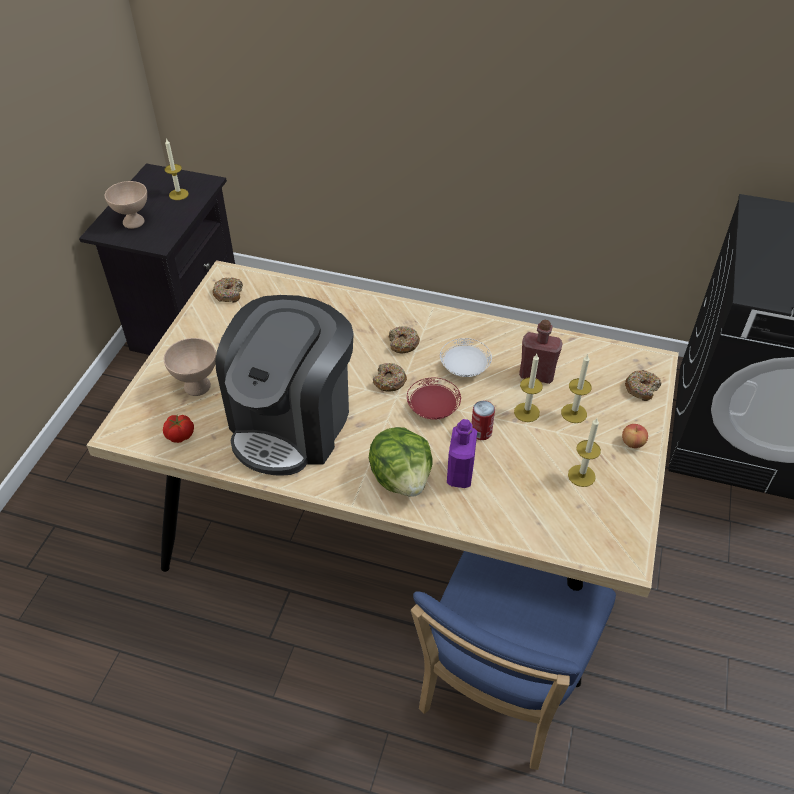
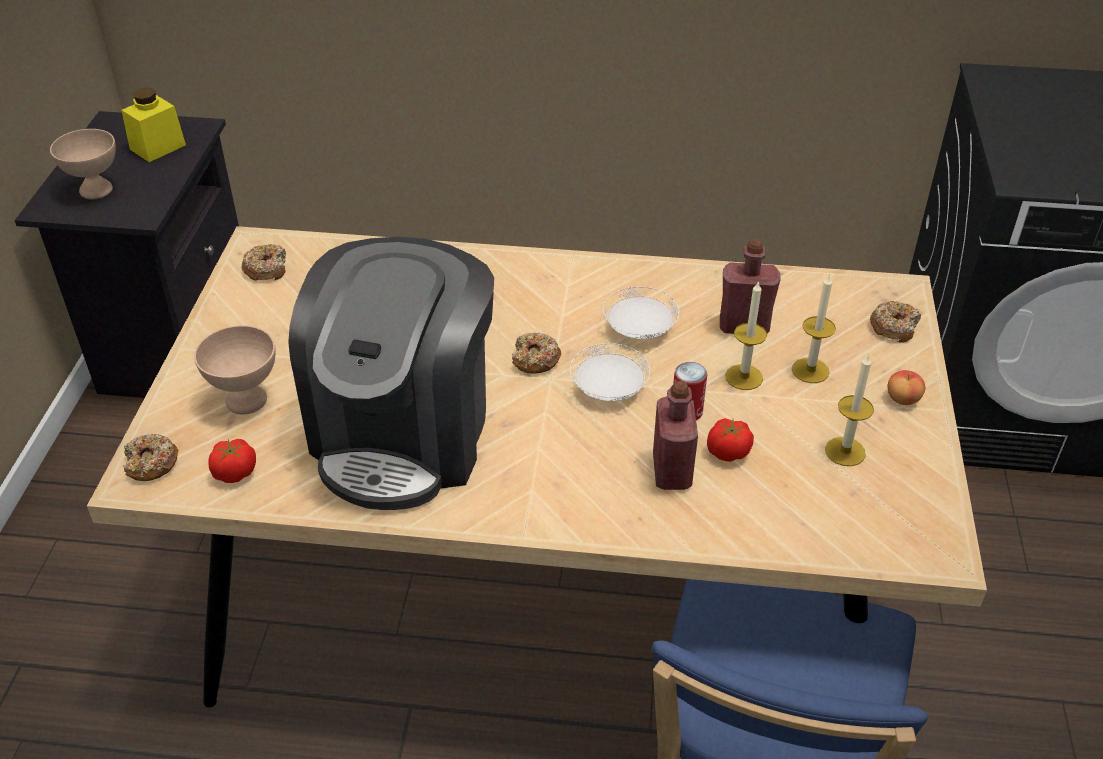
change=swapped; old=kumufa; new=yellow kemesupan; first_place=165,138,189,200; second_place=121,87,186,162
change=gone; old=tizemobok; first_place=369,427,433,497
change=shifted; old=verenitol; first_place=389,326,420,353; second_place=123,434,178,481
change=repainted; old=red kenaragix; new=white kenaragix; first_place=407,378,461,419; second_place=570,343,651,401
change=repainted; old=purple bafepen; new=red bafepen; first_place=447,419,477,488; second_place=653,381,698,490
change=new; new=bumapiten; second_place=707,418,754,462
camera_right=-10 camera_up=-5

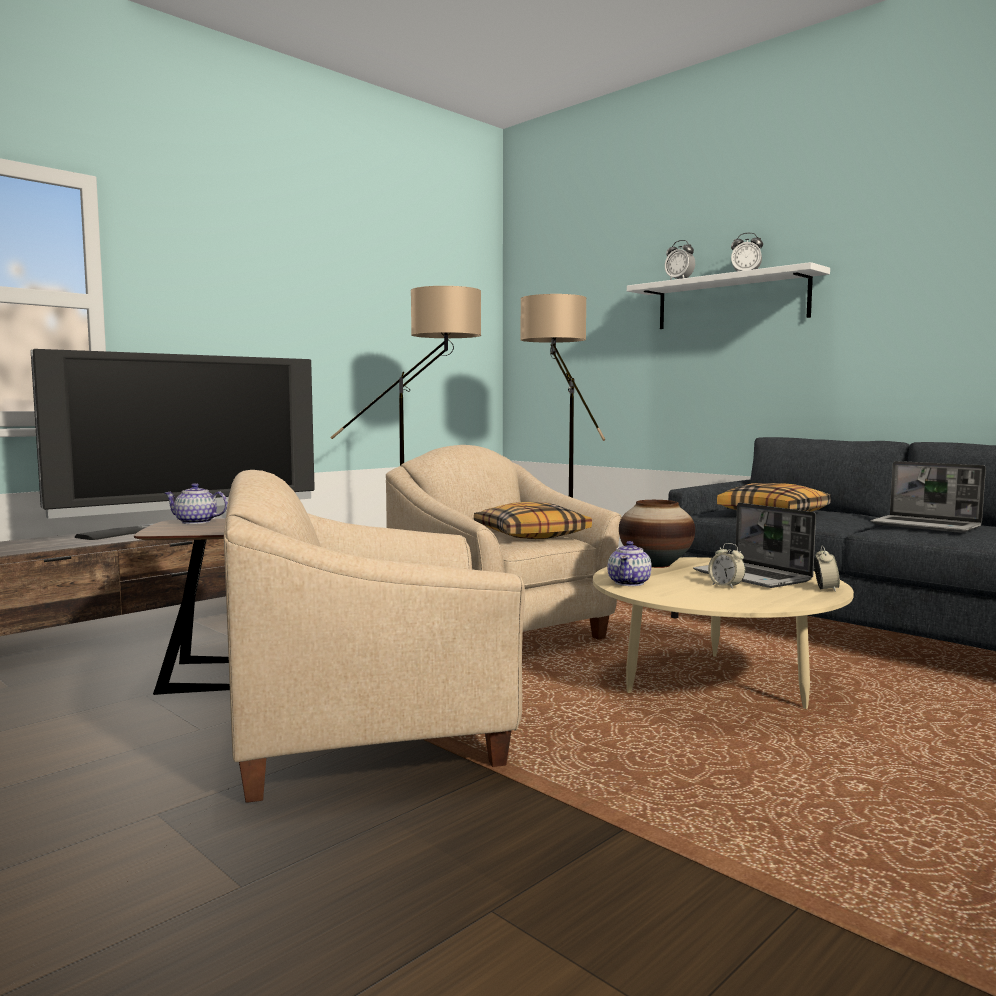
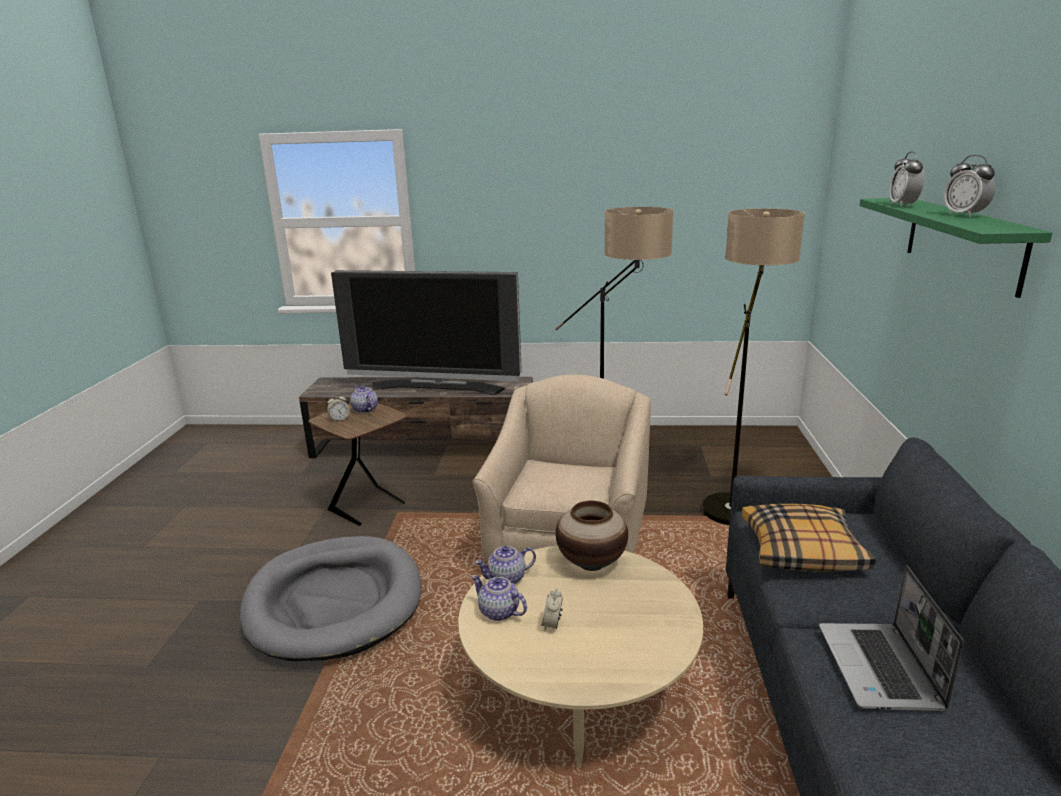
change=swapped; old=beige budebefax; new=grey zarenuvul; first_place=224,470,525,803; second_place=240,536,421,661
change=gone; old=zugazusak; first_place=474,502,592,539
change=repainted; old=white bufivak; new=green bufivak; first_place=627,262,830,329; second_place=859,198,1052,298
change=gone; old=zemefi; first_place=693,503,816,588
change=shifted; old=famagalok; first_place=814,545,840,592; second_place=327,393,350,421
change=new; new=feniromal; second_place=471,575,527,621
camera_right=50 camera_up=15

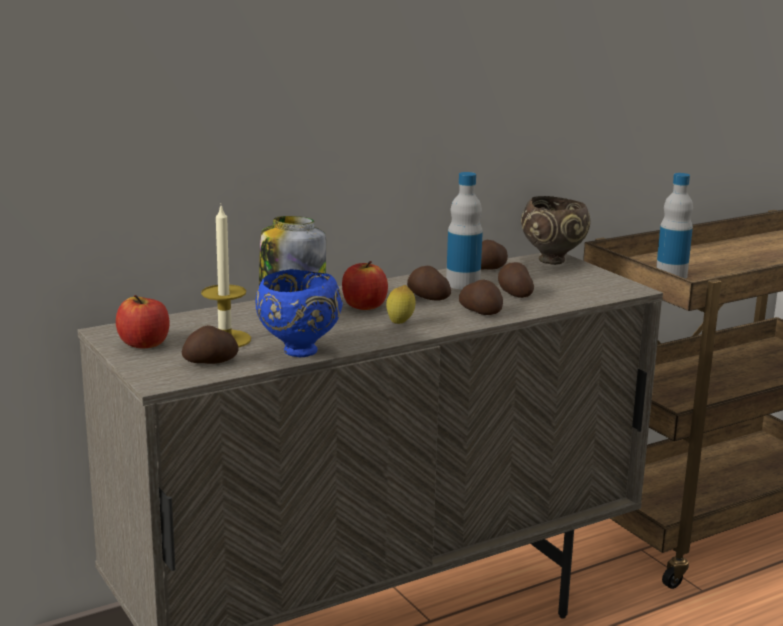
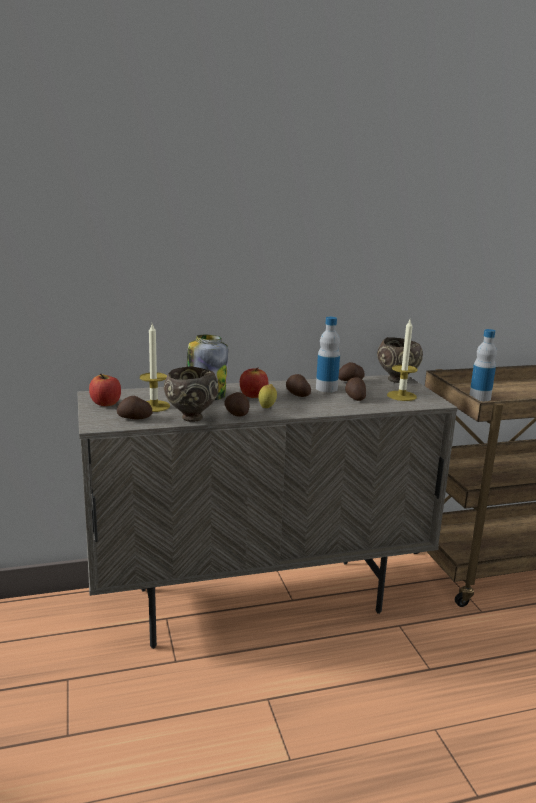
change=repainted; old=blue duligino; new=brown duligino; first_place=255,269,343,357; second_place=164,367,219,422
change=shifted; old=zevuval; first_place=459,279,503,315; second_place=224,392,249,417
change=new; new=kumufa; second_place=387,320,417,401
camera_right=15 camera_up=0

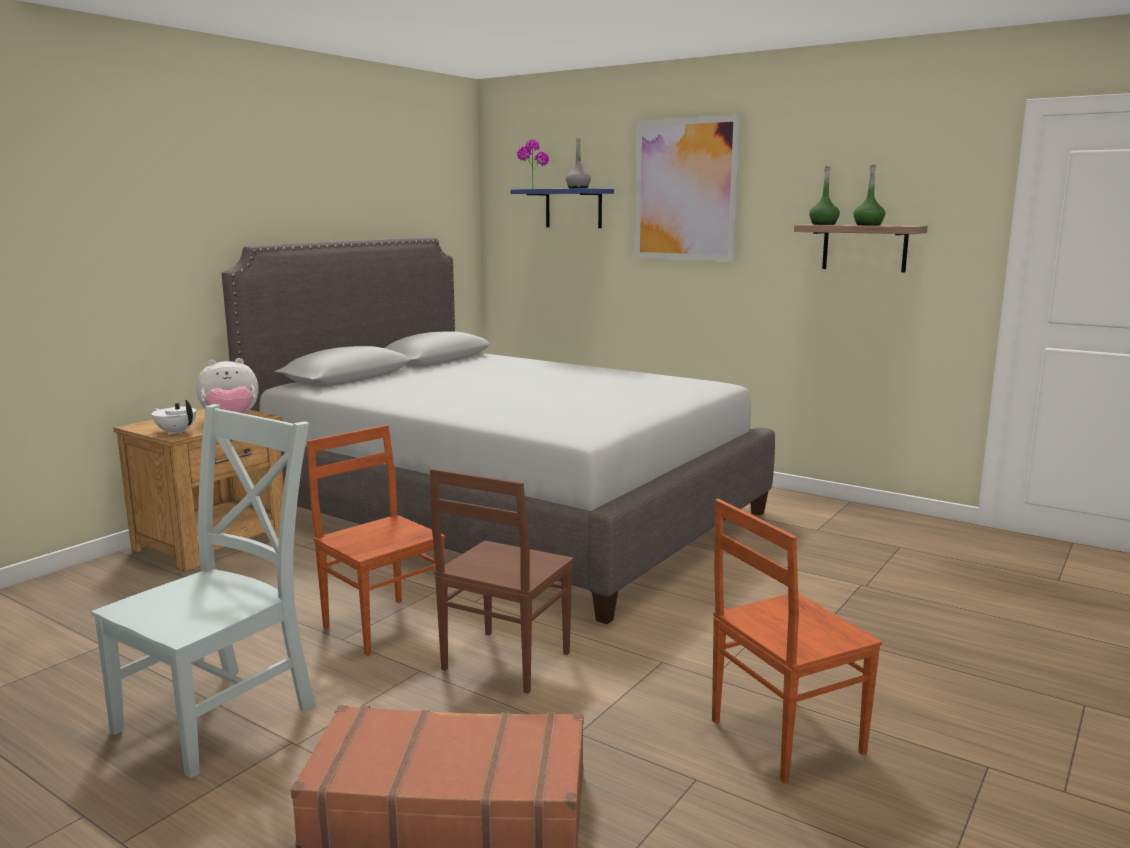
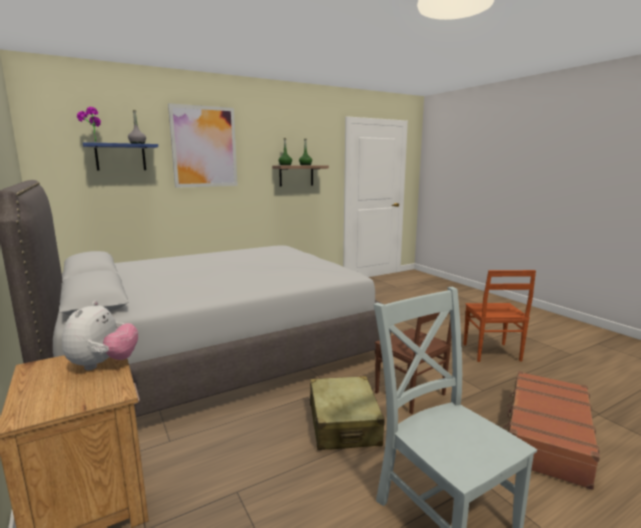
change=gone; old=white feniromal; first_place=152,400,196,435
change=swapped; old=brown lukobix; new=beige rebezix; first_place=307,425,445,656; second_place=310,376,385,450
camera_right=-65 camera_up=0

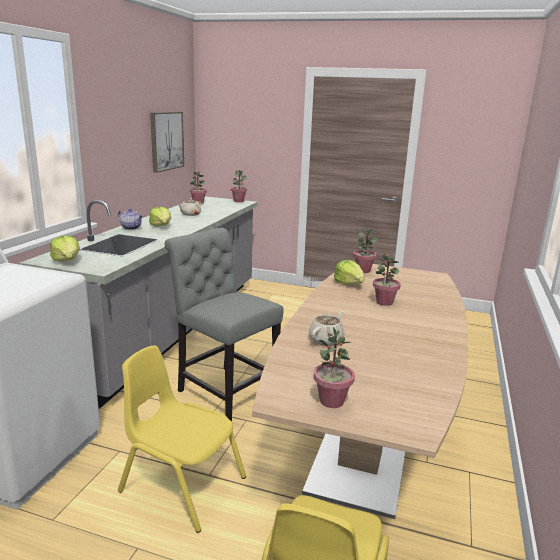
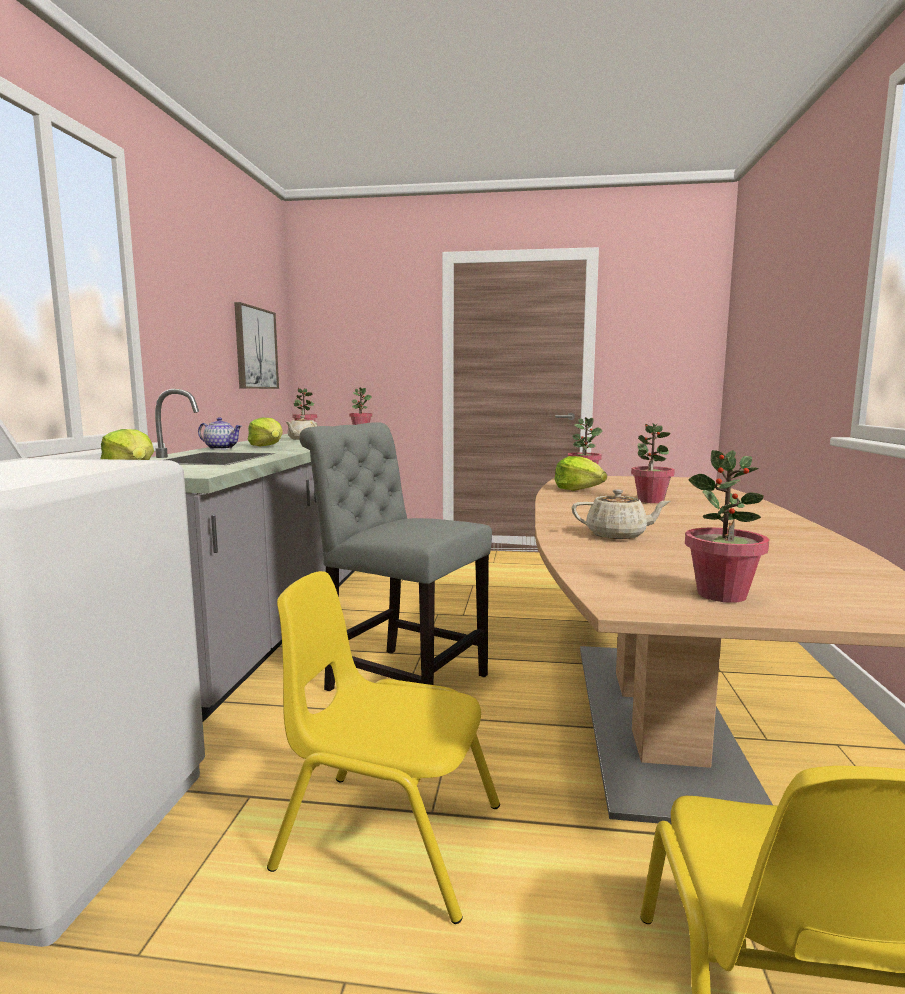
change=rotated; old=beige feniromal; first_place=309,311,344,346; second_place=572,489,671,539; degrees=75
camera_right=-10 camera_up=-10

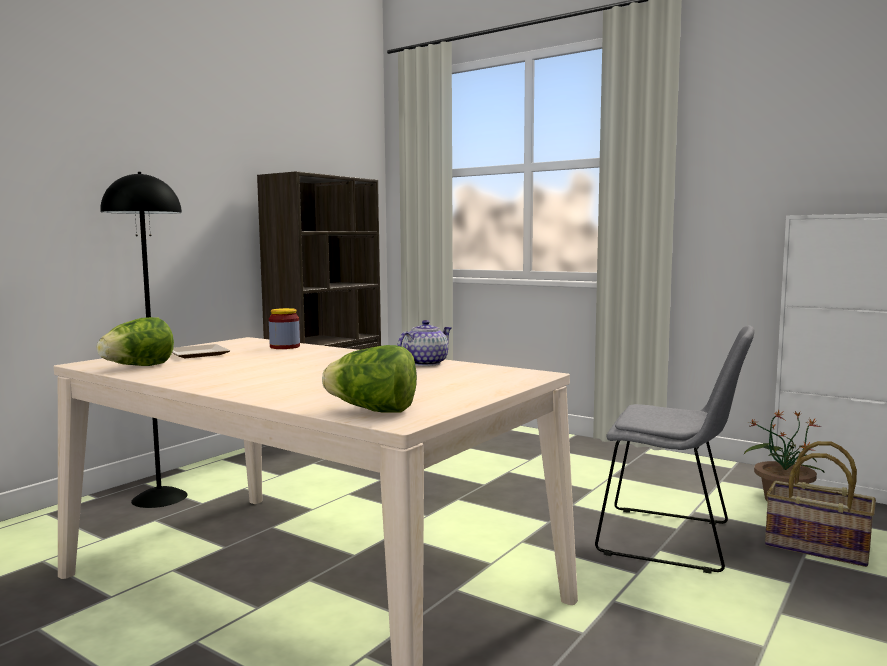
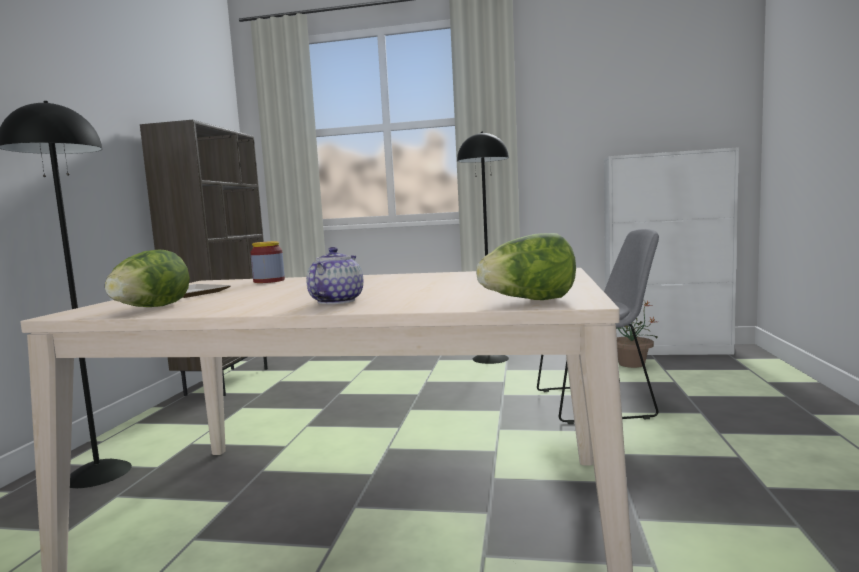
change=shifted; old=feniromal; first_place=397,320,452,366; second_place=306,247,363,304
change=gone; old=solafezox; first_place=765,441,876,567
change=new; new=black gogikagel; second_place=457,132,509,364
camera_right=-25 camera_up=0

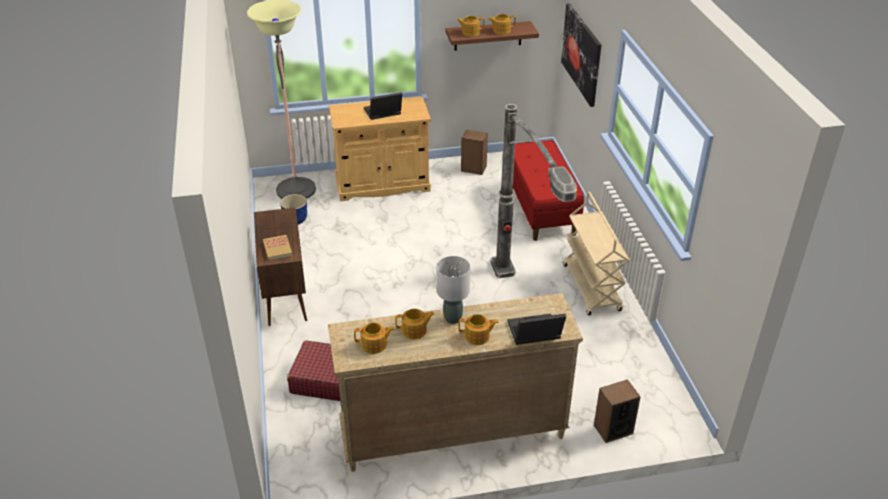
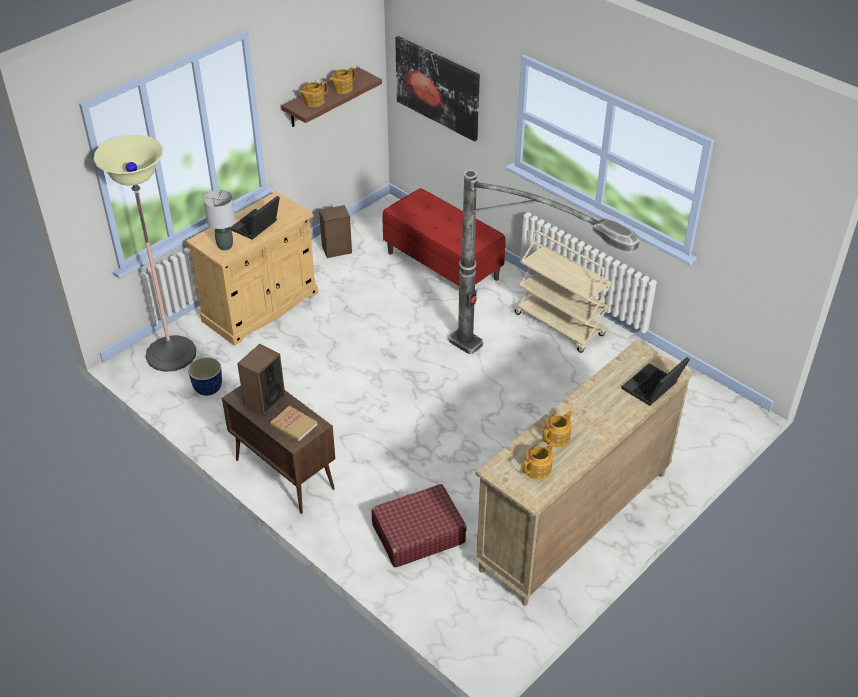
change=shifted; old=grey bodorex; first_place=436,256,470,324; second_place=203,190,236,251
change=gone; old=feniromal; first_place=458,314,499,345
change=shifted; old=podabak; first_place=594,379,641,443; second_place=237,344,285,416
camera_right=-35 camera_up=5

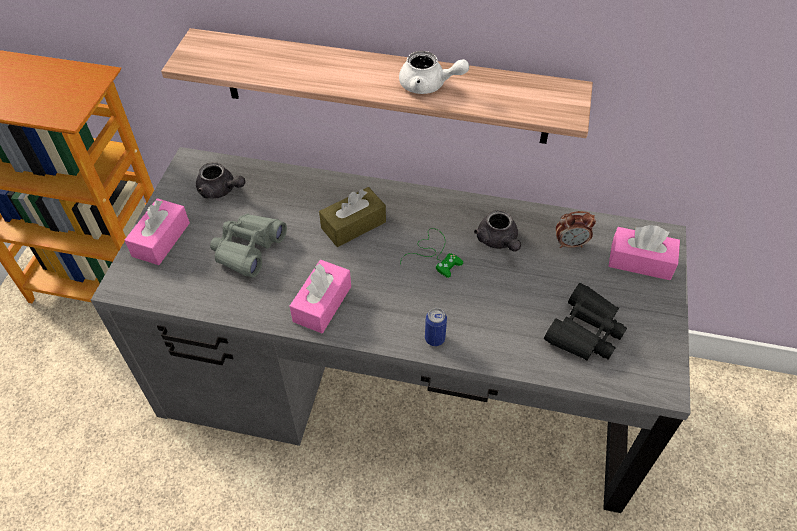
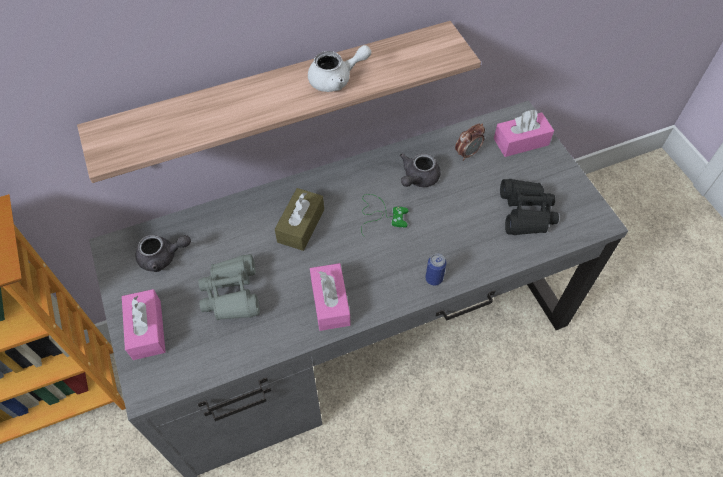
change=rotated; old=grey feniromal; first_place=474,210,521,252; second_place=400,153,441,187; degrees=90
camera_right=-35 camera_up=5

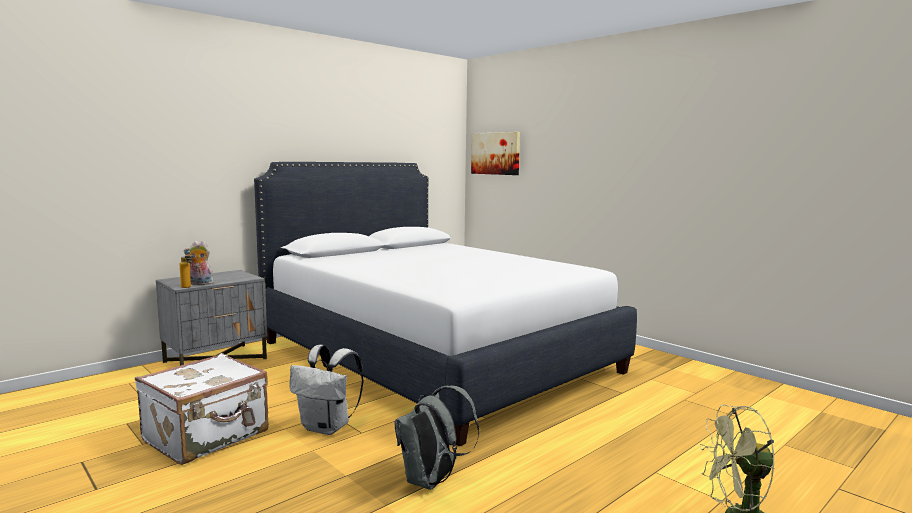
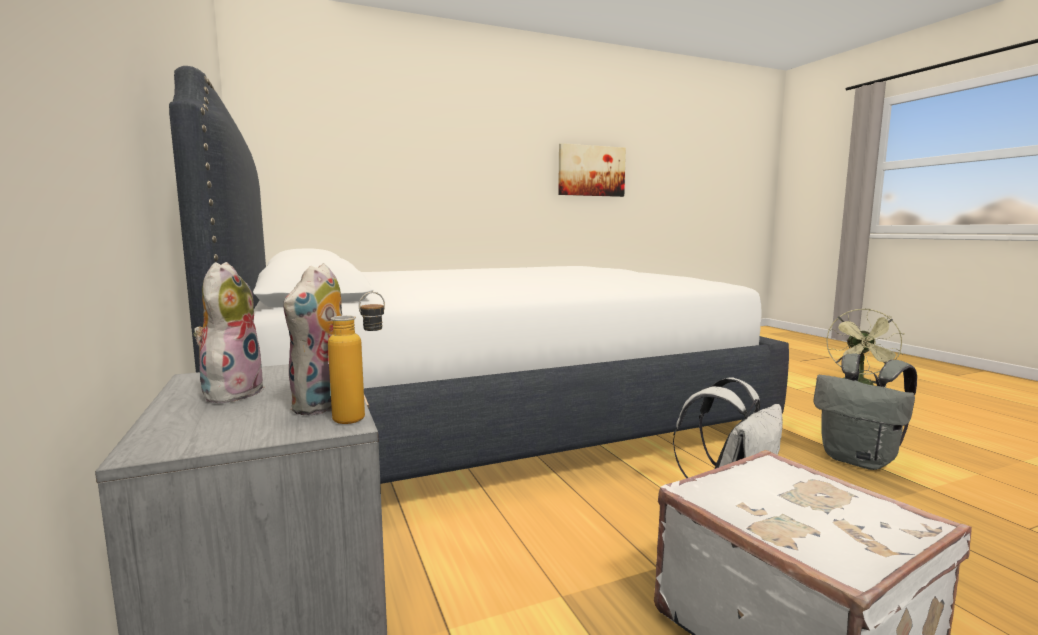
change=shifted; old=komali; first_place=471,132,520,175; second_place=558,143,626,197
change=new; new=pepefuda; second_place=193,262,265,403
camera_right=-70 camera_up=0

